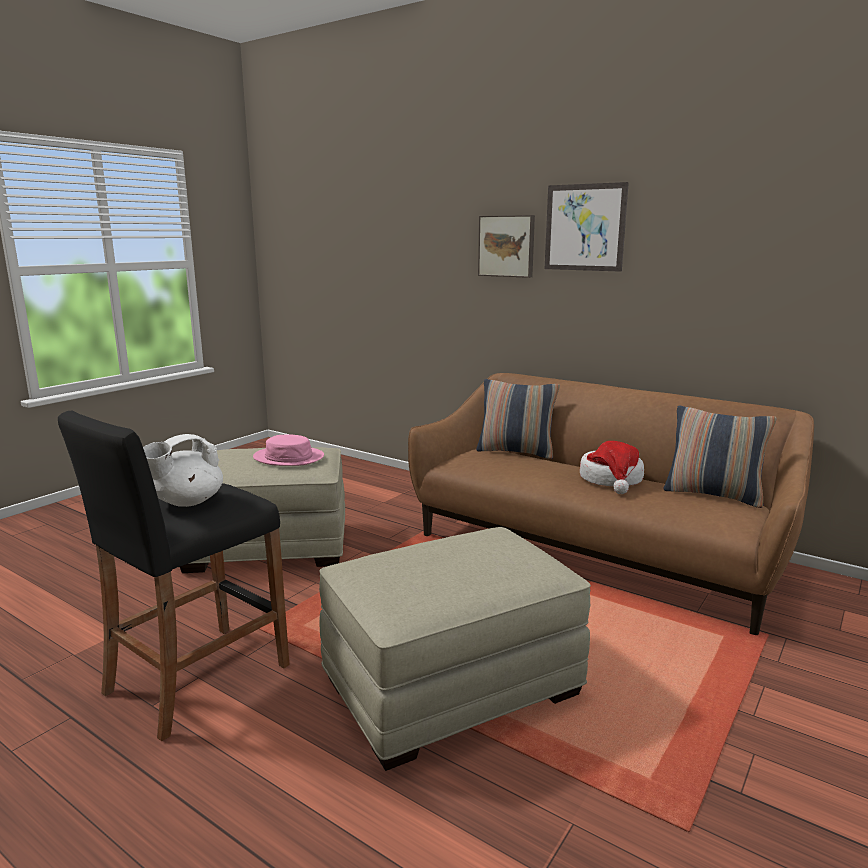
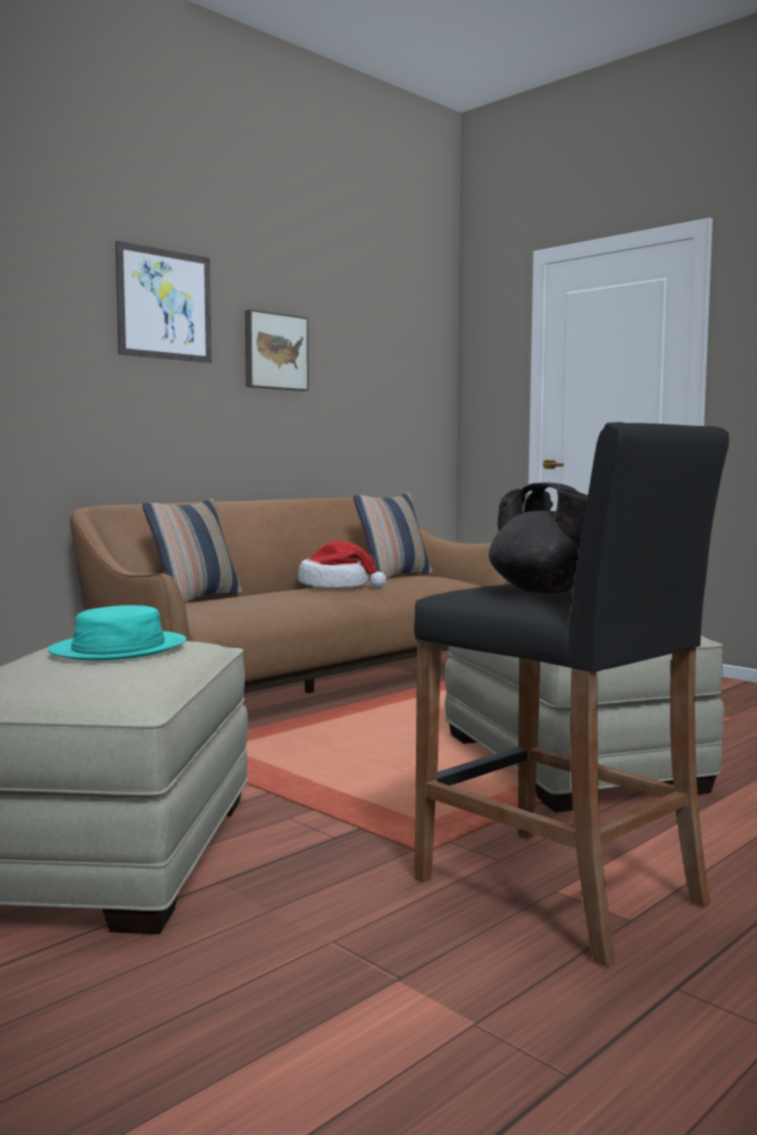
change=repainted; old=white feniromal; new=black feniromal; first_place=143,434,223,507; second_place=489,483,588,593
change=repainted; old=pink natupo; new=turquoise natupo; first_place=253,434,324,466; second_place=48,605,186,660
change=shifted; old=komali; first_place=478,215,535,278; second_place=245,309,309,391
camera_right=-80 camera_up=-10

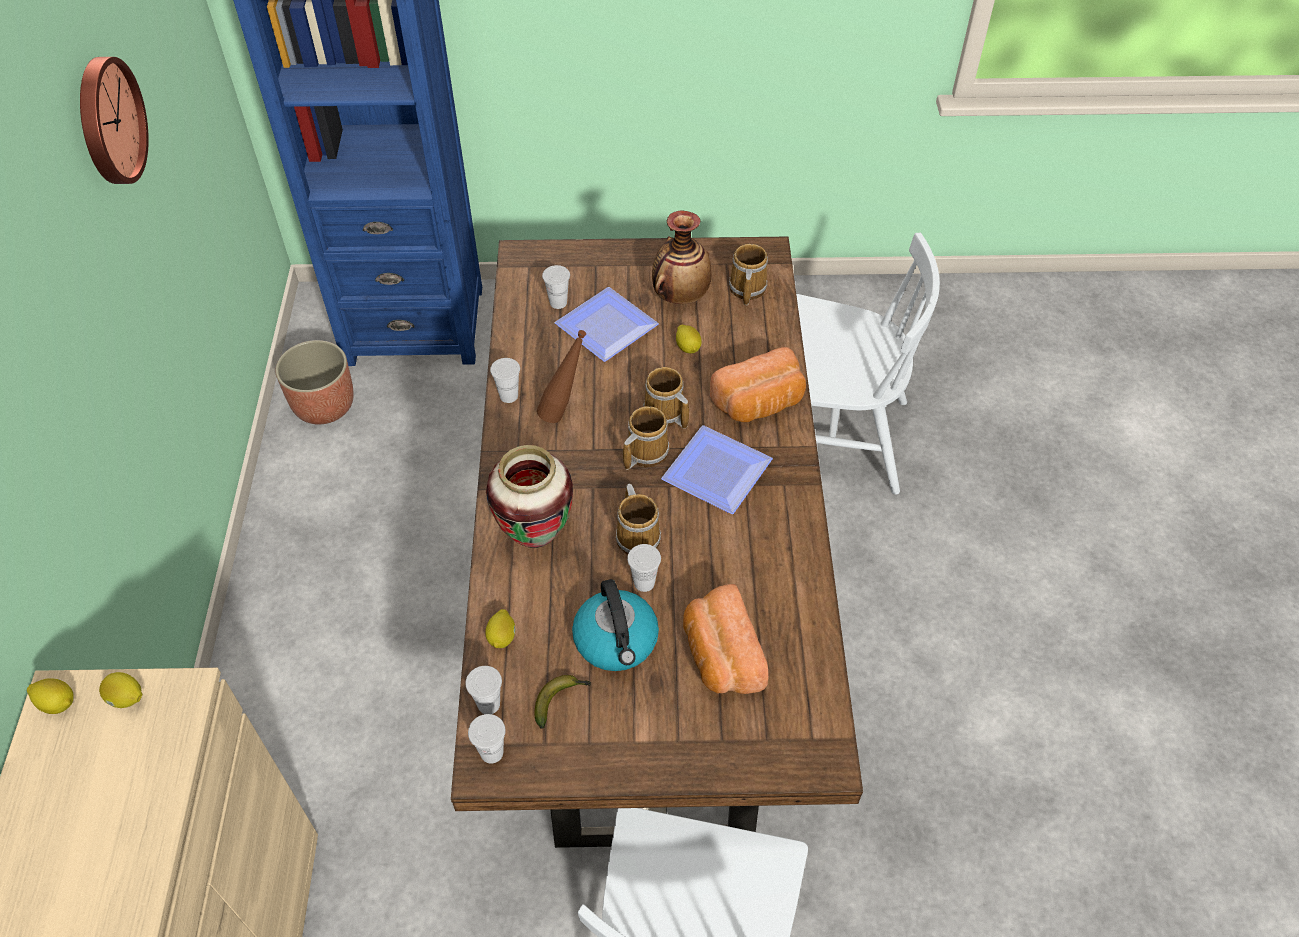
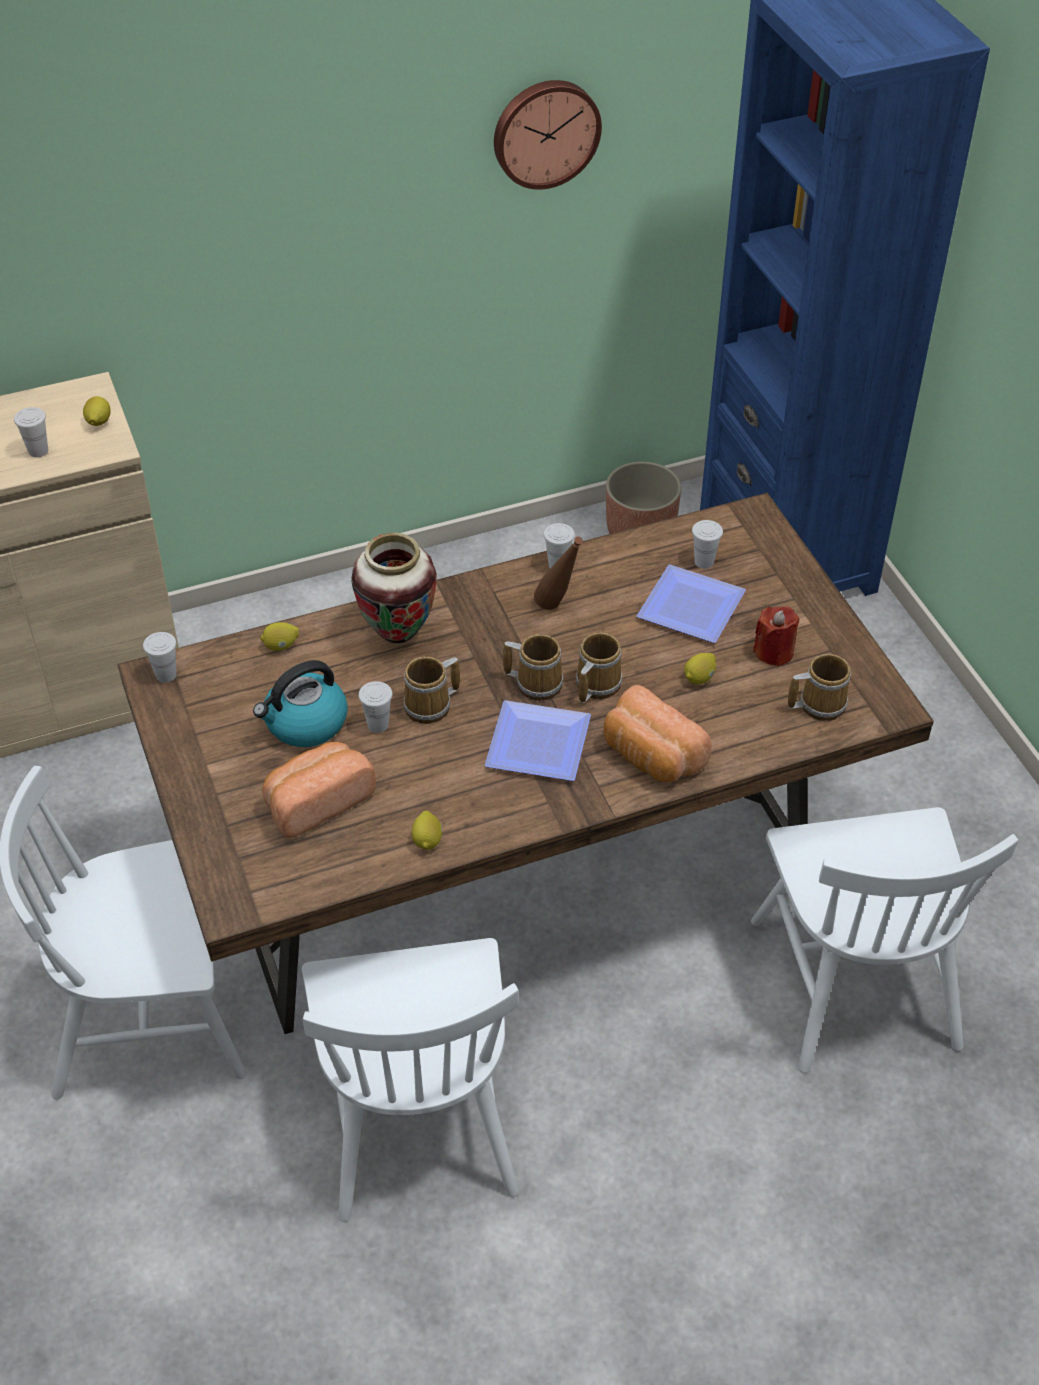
change=shifted; old=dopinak; first_place=27,678,74,714; second_place=412,811,442,850
change=shifted; old=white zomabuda; first_place=466,666,502,714; second_place=14,407,48,457
change=gone; old=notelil; first_place=535,675,591,729
change=swapped; old=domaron; new=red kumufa; first_place=652,210,712,304; second_place=753,606,799,666
change=new; new=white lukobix; second_place=302,938,519,1222
camera_right=70 camera_up=-5

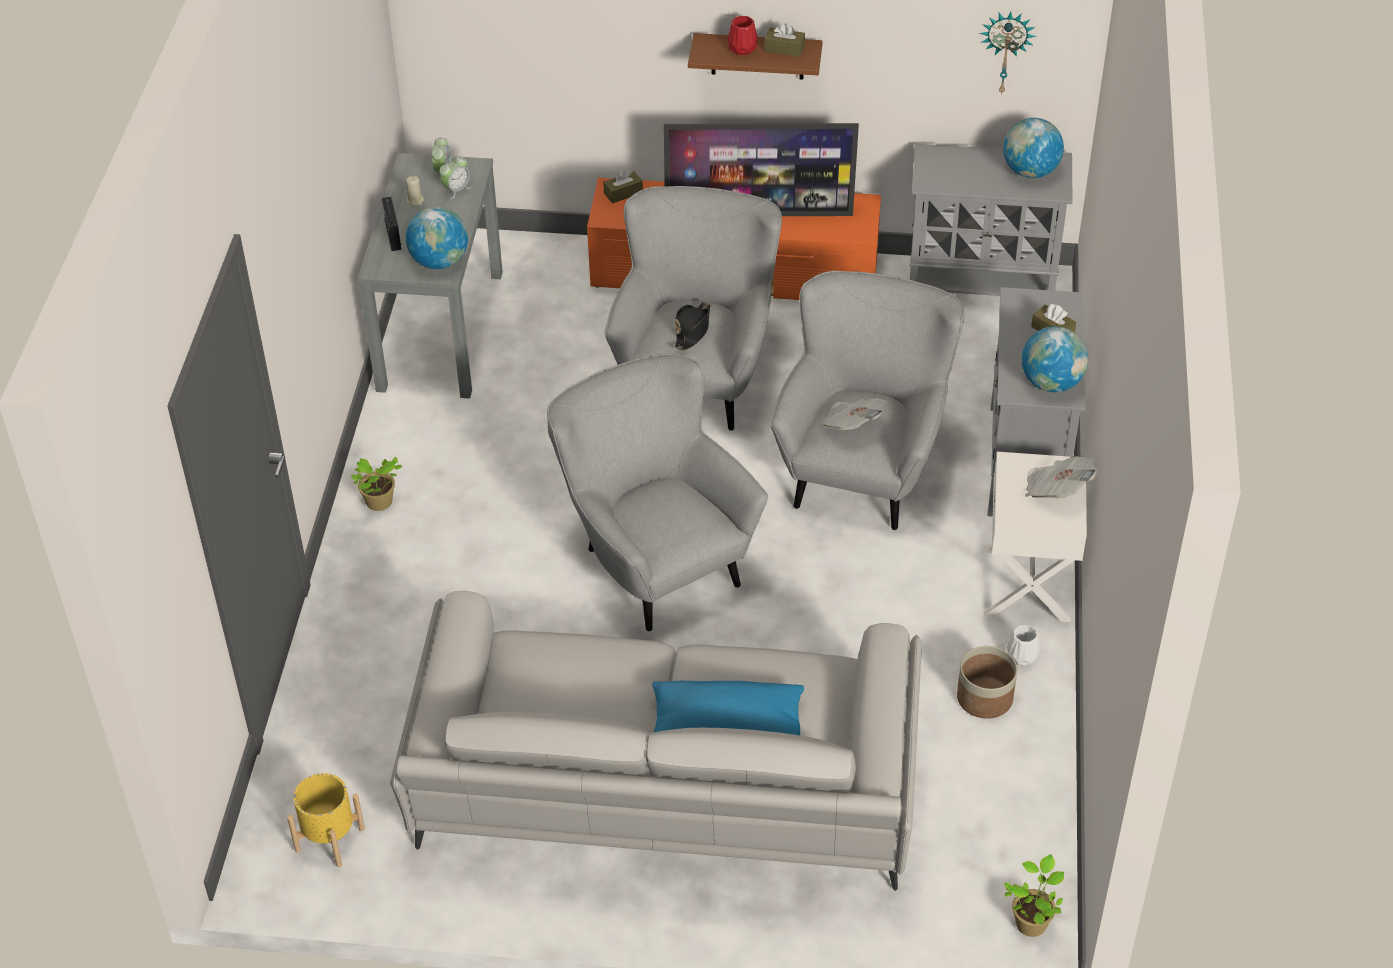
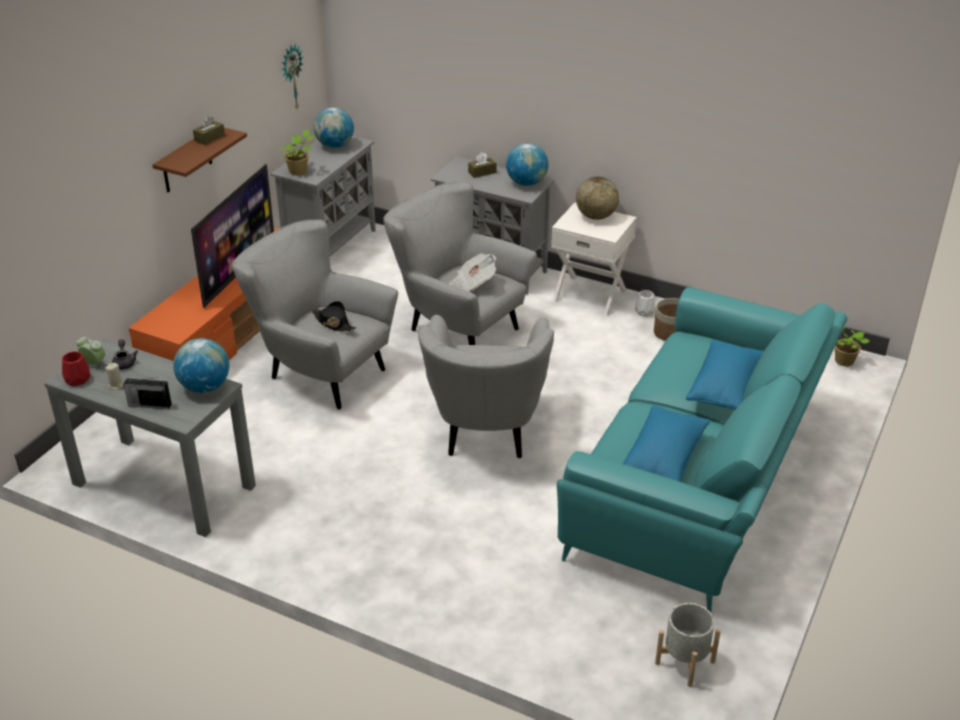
change=repainted; old=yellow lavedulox; new=grey lavedulox; first_place=287,773,365,867; second_place=655,603,721,687
change=shifted; old=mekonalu; first_place=351,457,402,511; second_place=279,129,314,175
change=repainted; old=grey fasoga; new=turquoise fasoga; first_place=390,591,922,891; second_place=557,287,847,612
change=swapped; old=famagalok; new=grey feniromal; first_place=439,156,471,199; second_place=112,339,138,370
change=rotated; old=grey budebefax; first_place=547,354,768,632; second_place=418,315,554,458; degrees=-75
change=gone; old=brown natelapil; first_place=603,170,643,203
change=shifted; old=red domaron; first_place=728,16,758,55; second_place=62,352,90,386
change=swapped; old=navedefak; new=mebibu; first_place=1025,456,1097,499; second_place=576,176,619,220
change=new; new=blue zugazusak; second_place=623,405,710,482
camera_right=-70 camera_up=-10

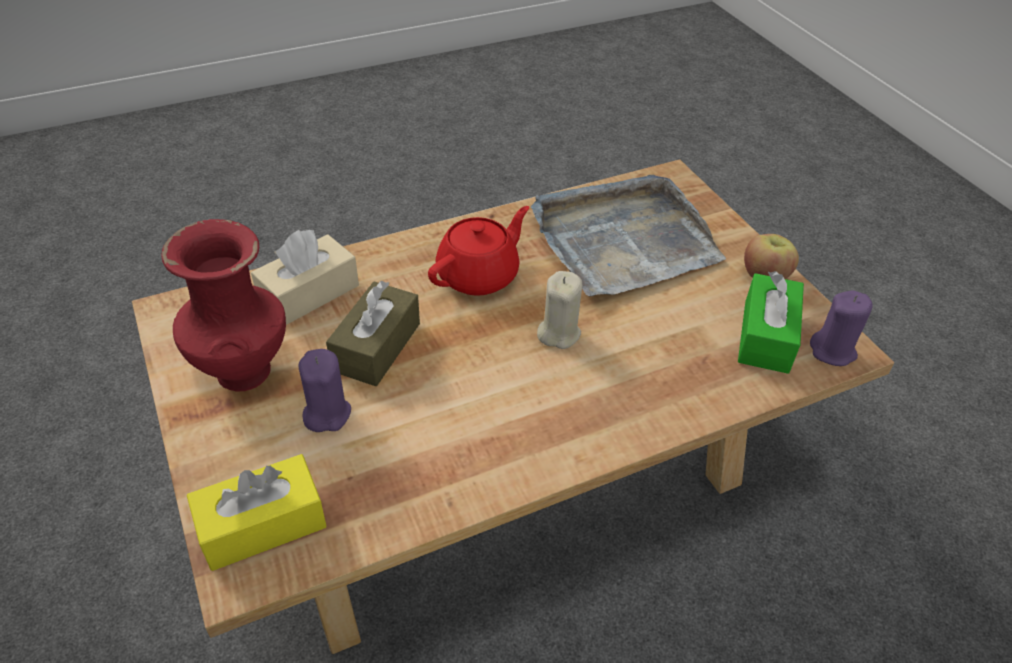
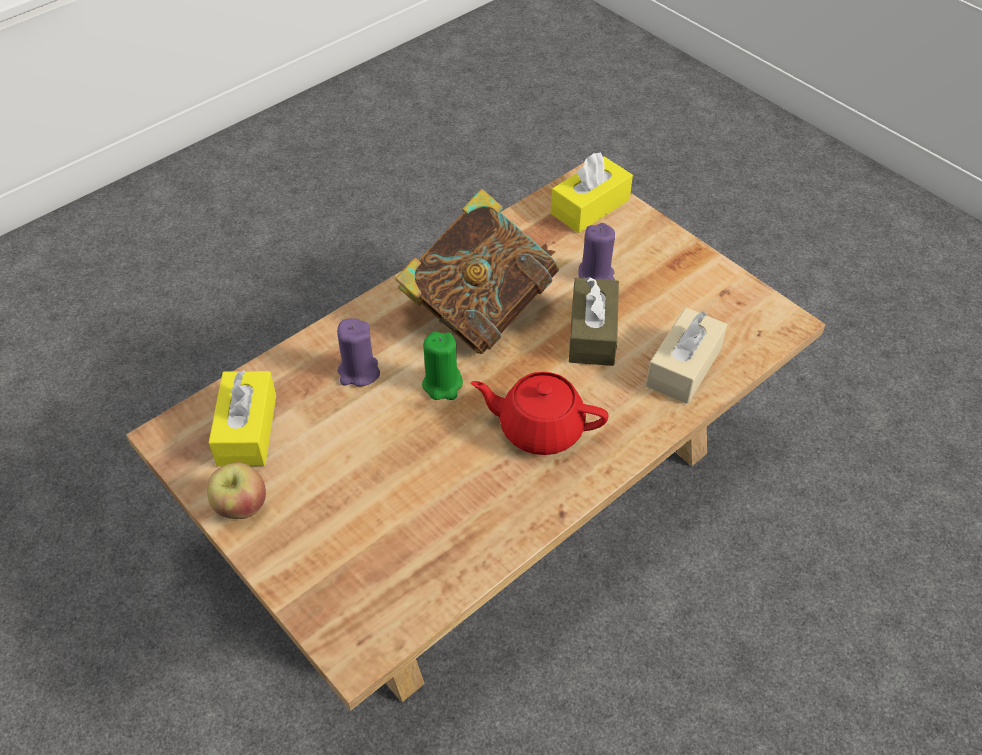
change=gone; old=red domaron; first_place=161,219,286,391
change=rotated; old=red feniromal; first_place=428,206,529,296; second_place=471,372,609,455; degrees=75
change=gone; old=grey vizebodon; first_place=531,175,726,296
change=repainted; old=beige kumufa; new=green kumufa; first_place=537,271,582,349; second_place=422,331,463,400
change=repainted; old=green natelapil; new=yellow natelapil; first_place=738,271,804,374; second_place=209,370,276,466
change=shifted; old=purple kumufa; first_place=810,290,872,366; second_place=337,318,380,387
change=new; new=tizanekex; second_place=396,189,559,354
camera_right=165 camera_up=5

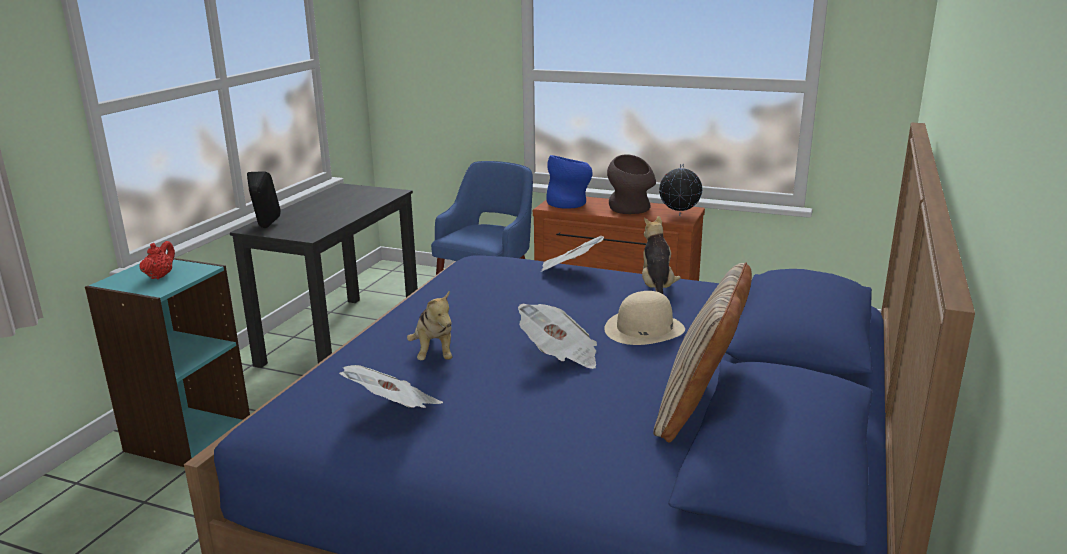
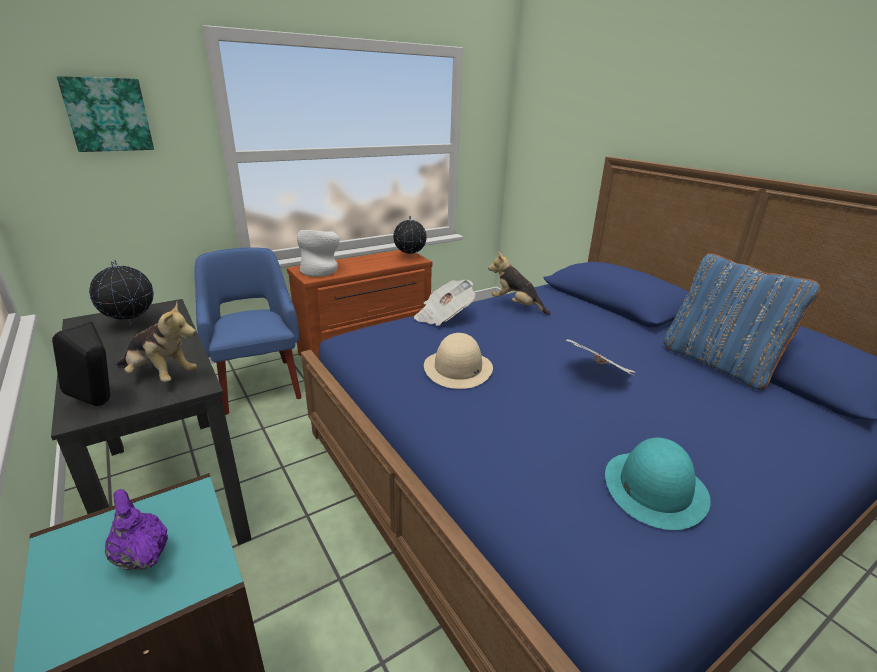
change=repainted; old=red feniromal; new=purple feniromal; first_place=140,241,175,279; second_place=105,489,168,570
change=swapped; old=navedefak; new=turquoise natupo; first_place=339,365,443,408; second_place=605,438,711,530
change=shifted; old=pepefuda; first_place=407,290,453,360; second_place=116,302,197,382
change=repainted; old=blue domaron; new=white domaron; first_place=546,155,593,209; second_place=297,230,340,277
change=shifted; old=beige natupo; first_place=604,291,685,345; second_place=424,333,493,389
change=gone; old=brown domaron; first_place=607,154,656,214
change=repainted; old=beige zugazusak; new=blue zugazusak; first_place=653,263,752,443; second_place=664,253,820,389
change=new; new=komali; second_place=57,76,154,152
change=new; new=mebibu; second_place=89,260,154,325
camera_right=-55 camera_up=5

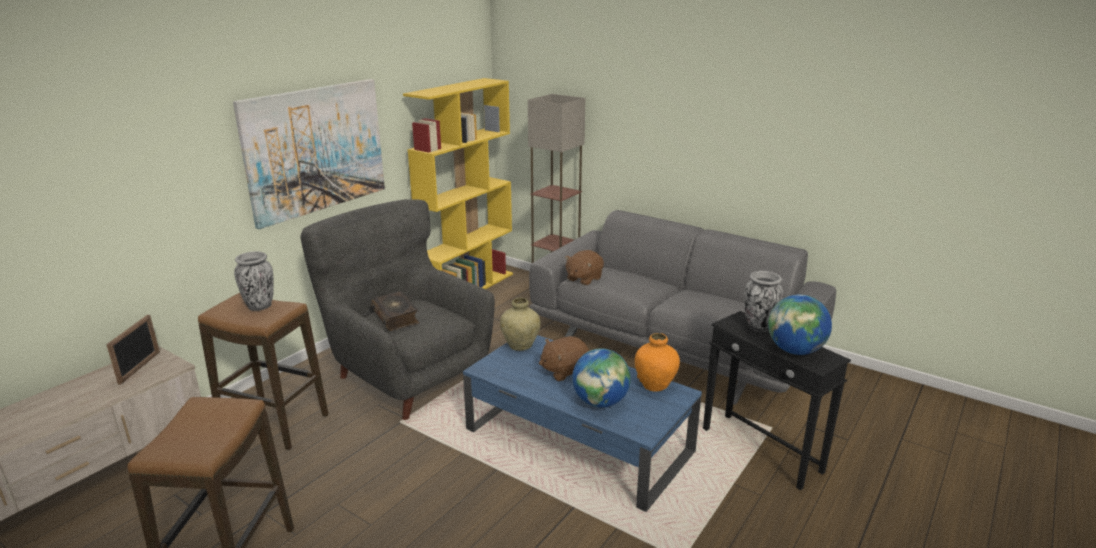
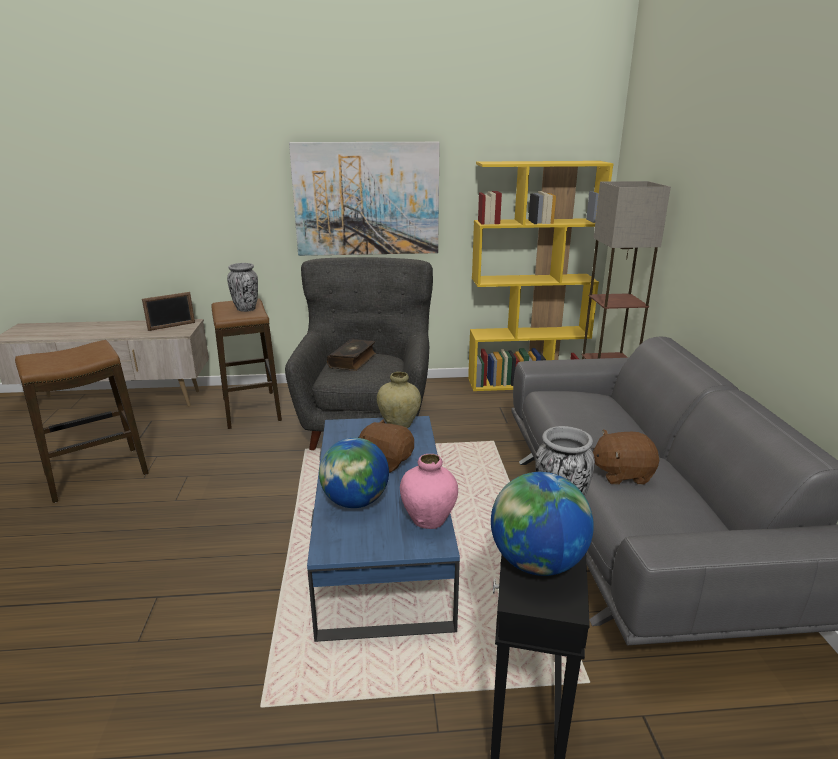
change=shifted; old=brown pepefuda; first_place=565,250,604,285; second_place=593,430,659,484
change=repainted; old=orange domaron; new=pink domaron; first_place=635,333,680,392; second_place=400,454,458,529
camera_right=50 camera_up=0

